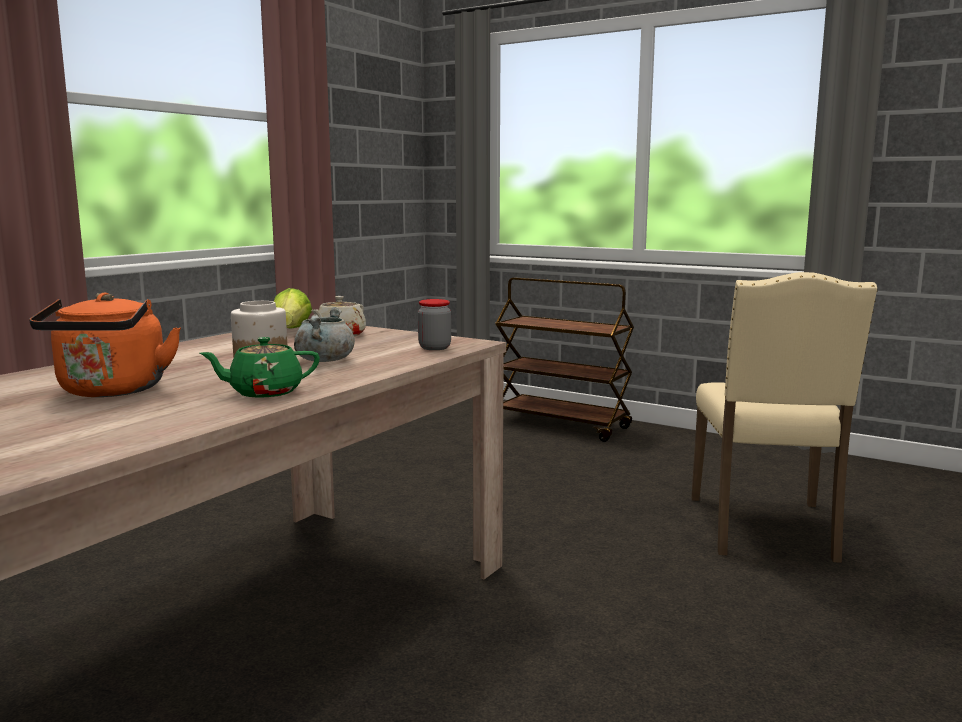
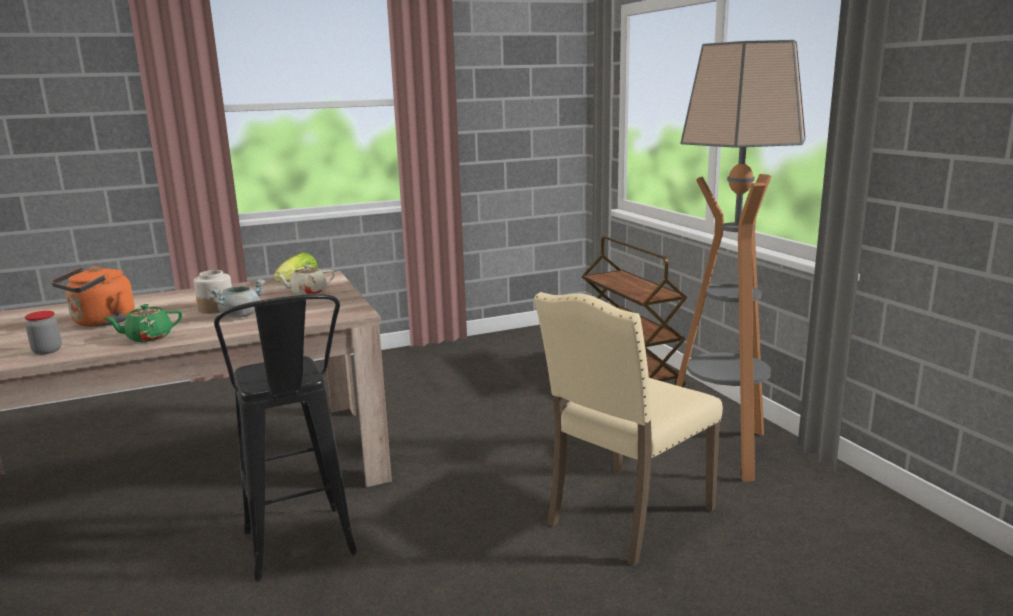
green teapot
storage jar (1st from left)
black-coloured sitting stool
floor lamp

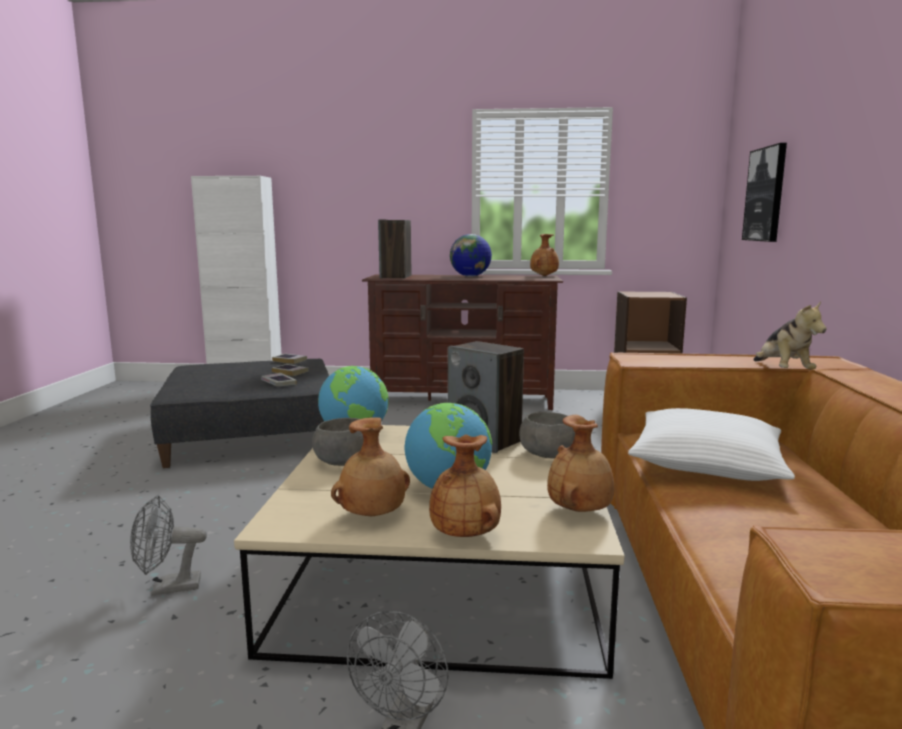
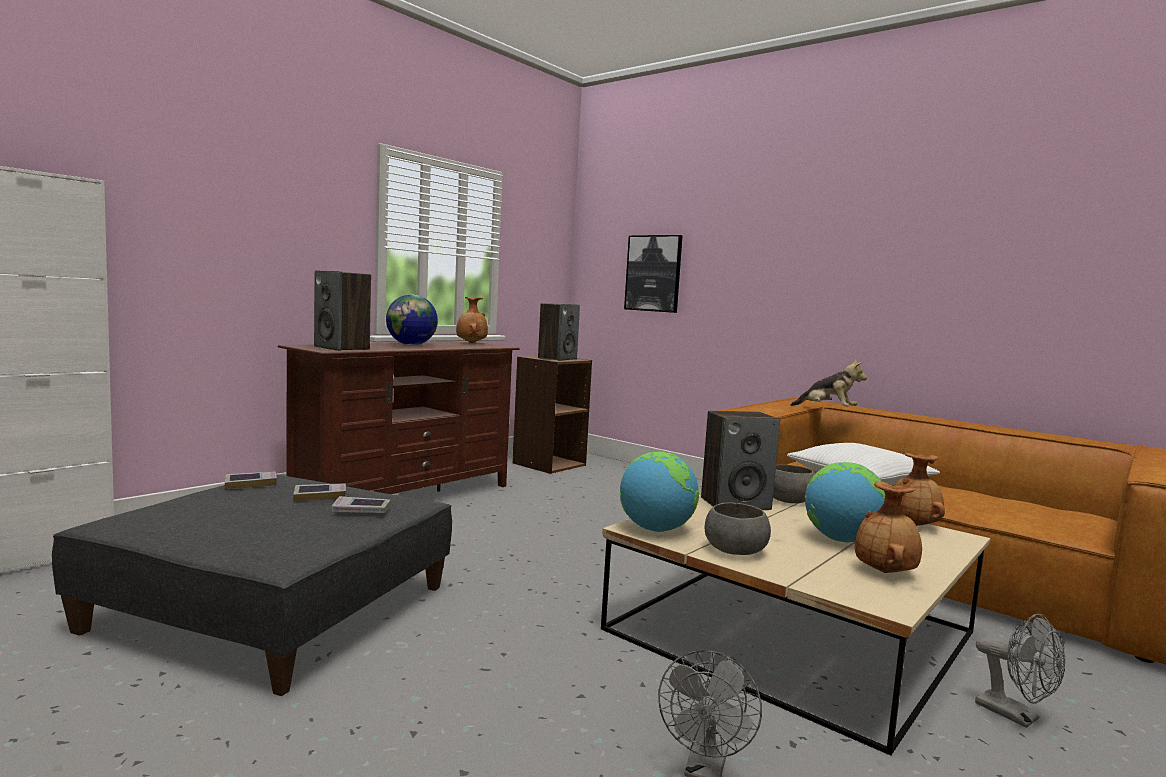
brownish decorative vase (2nd from left in the first image)
speaker (2nd from left)

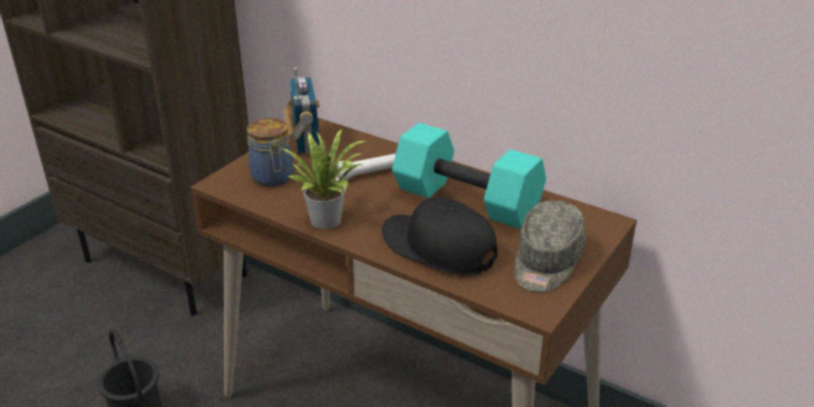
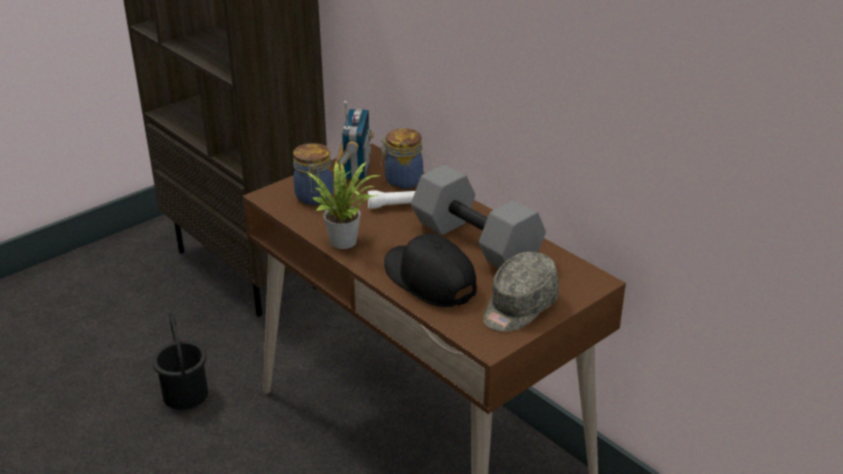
grey hand weight
storage jar (2nd from left)

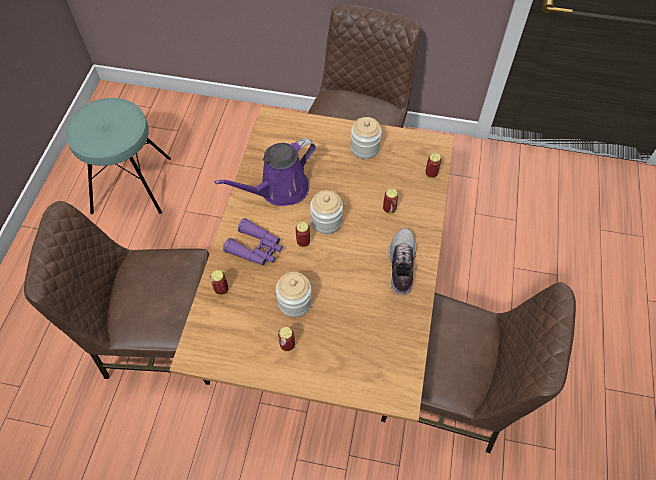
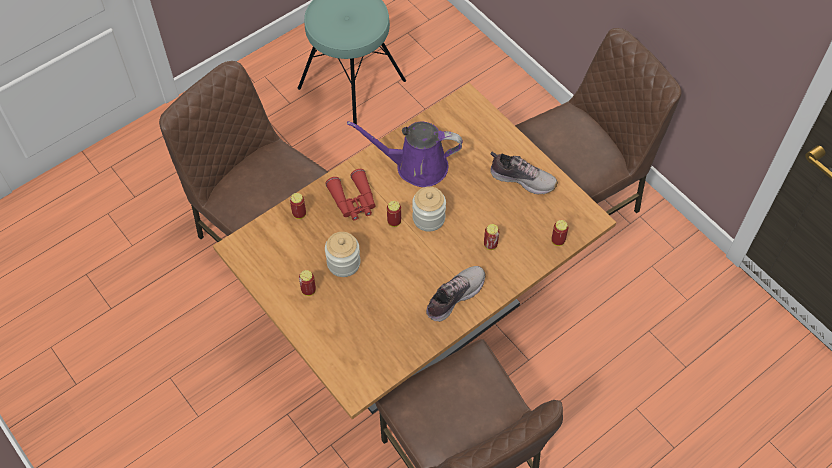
red-coloured binoculars
item of footwear (2nd from left)

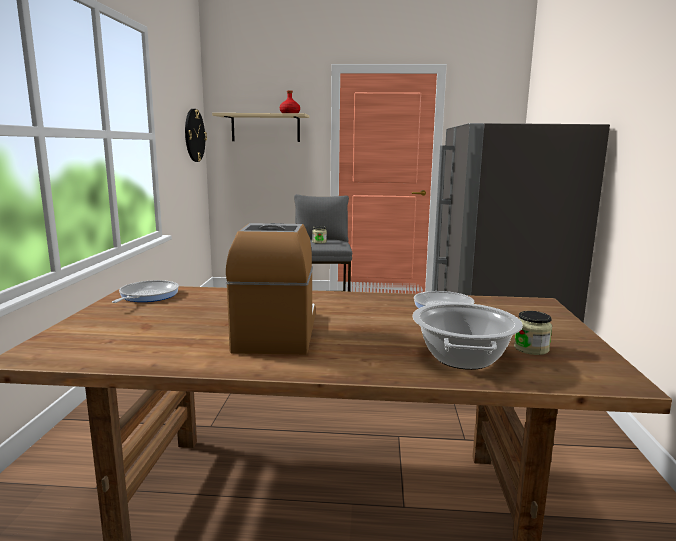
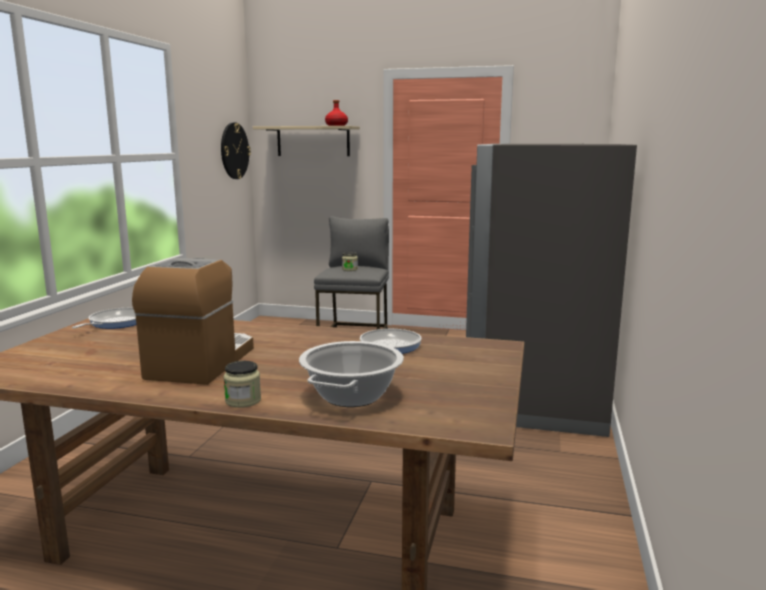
storage jar (1st from left)

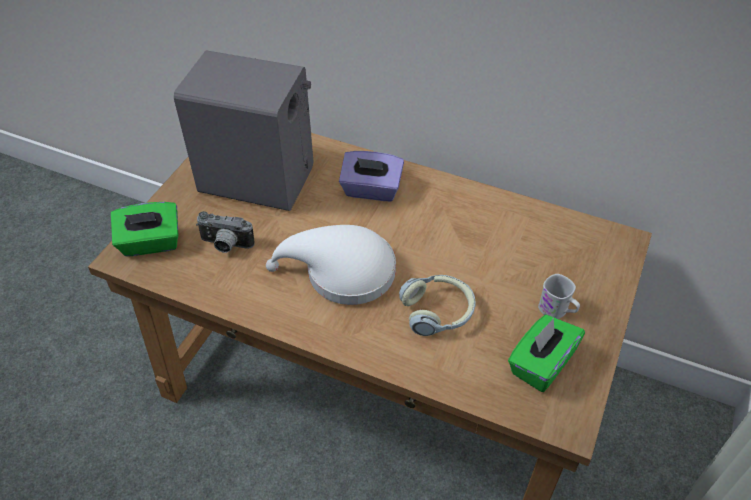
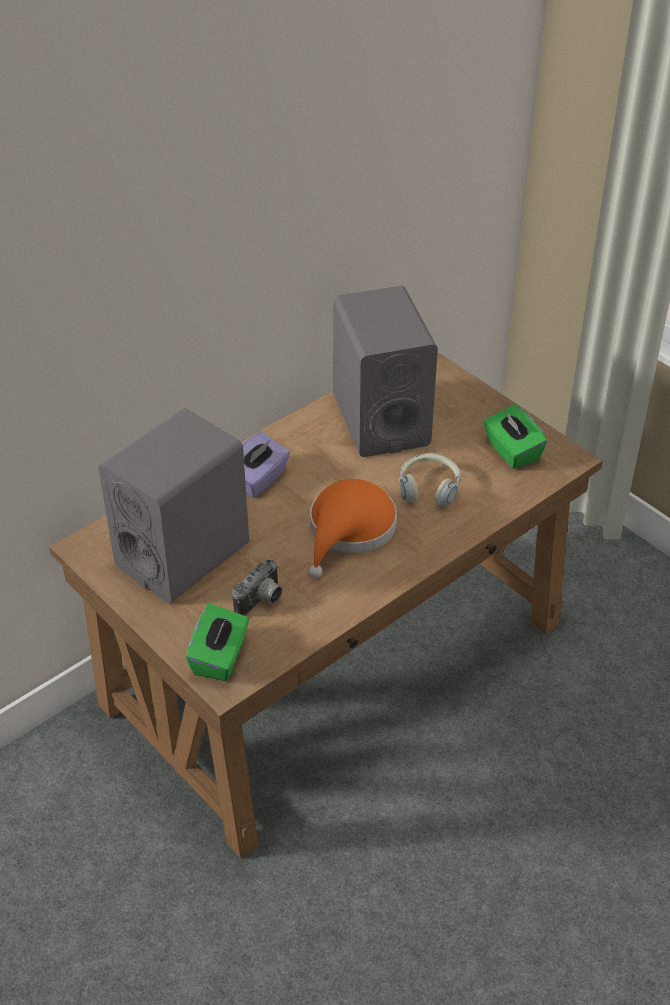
orangey hat
whitish coffee mug
grey speaker (2nd from left)

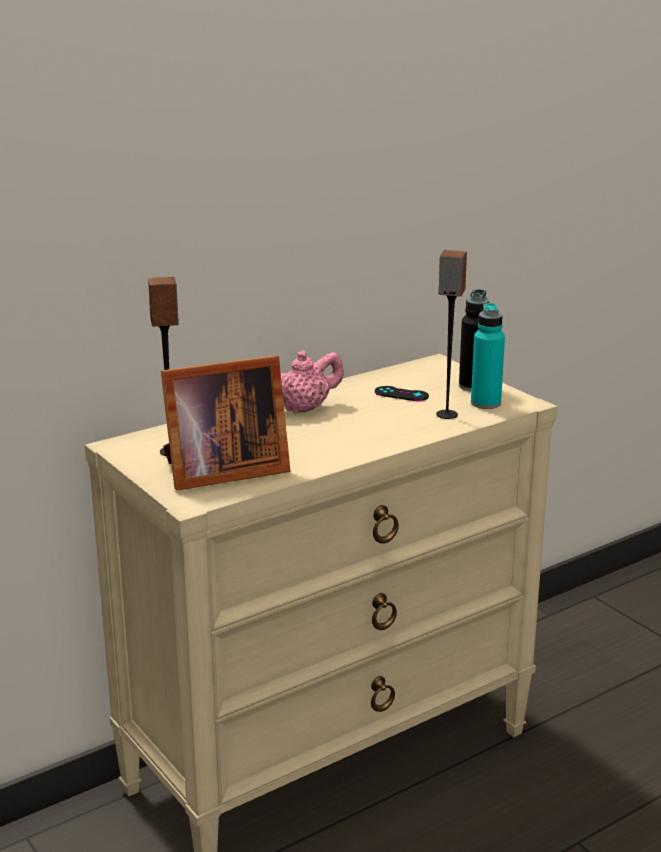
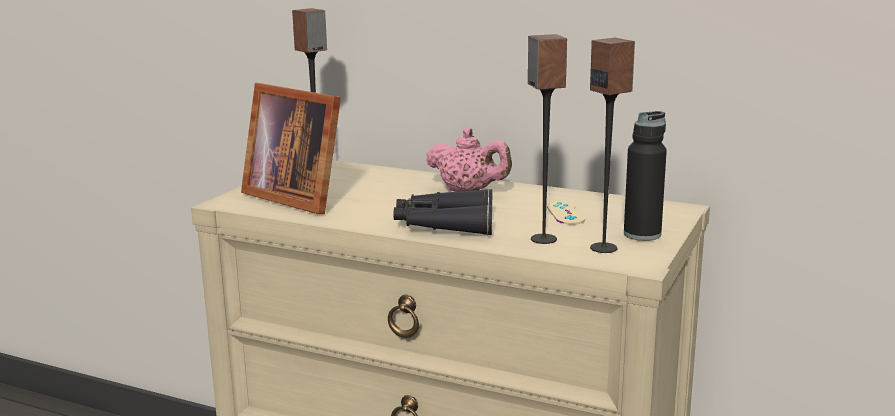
beige gamepad
speaker (3rd from left)
black-coloured binoculars

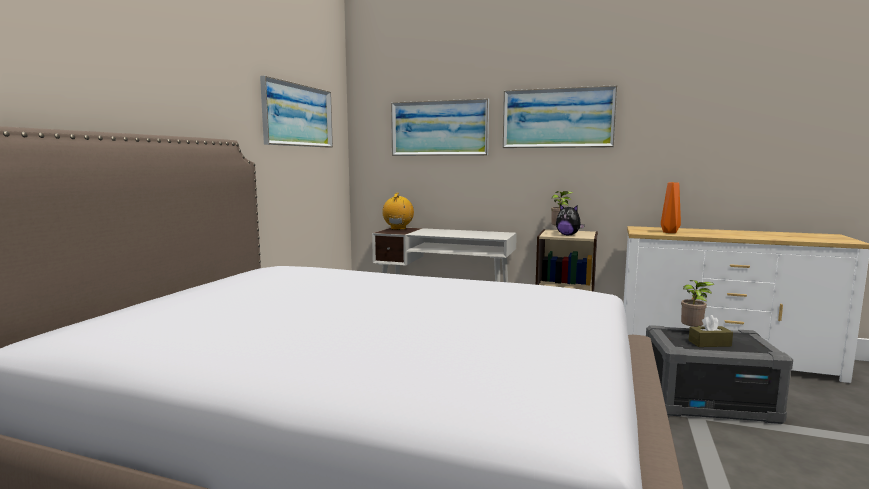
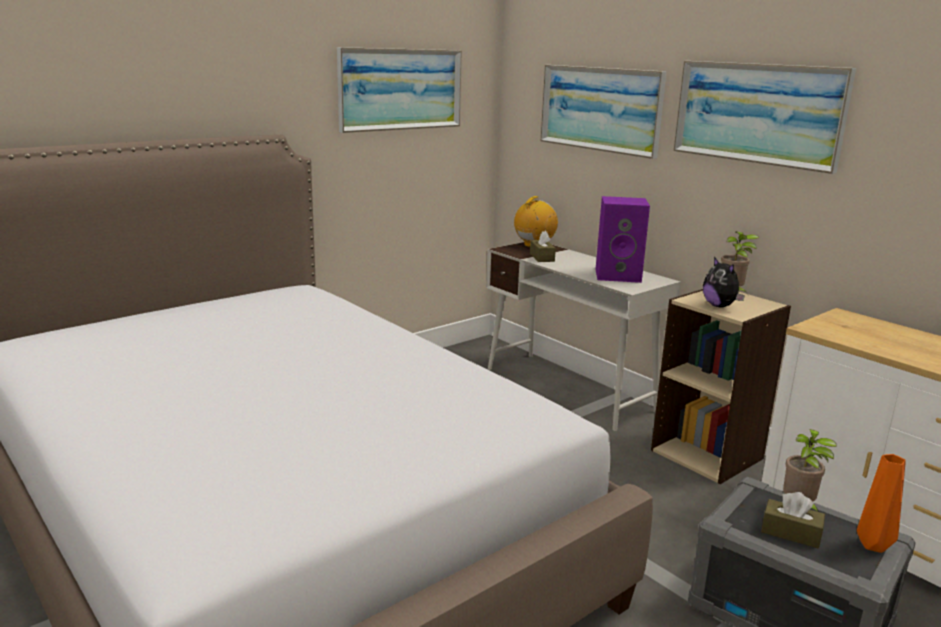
orangey decorative vase
brownish tissue holder (1st from left)
purplish speaker

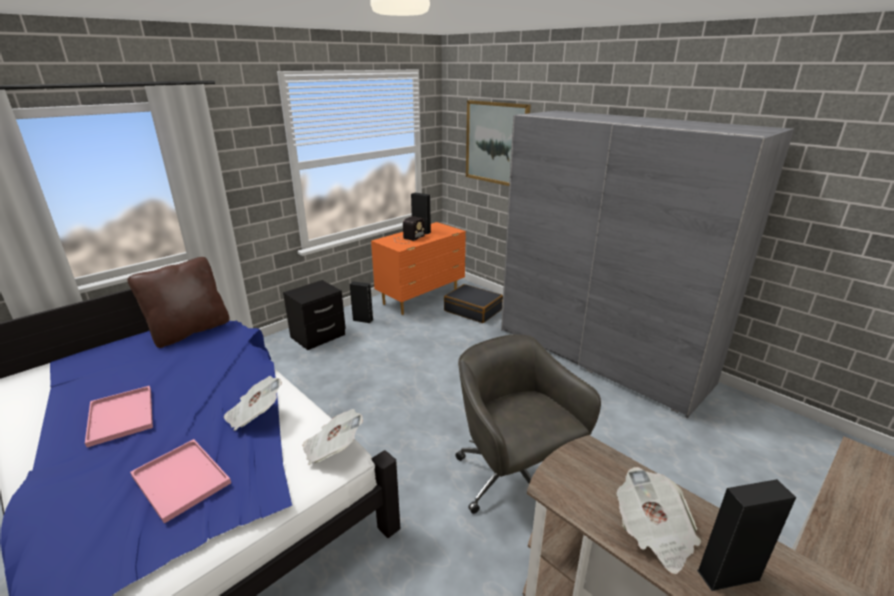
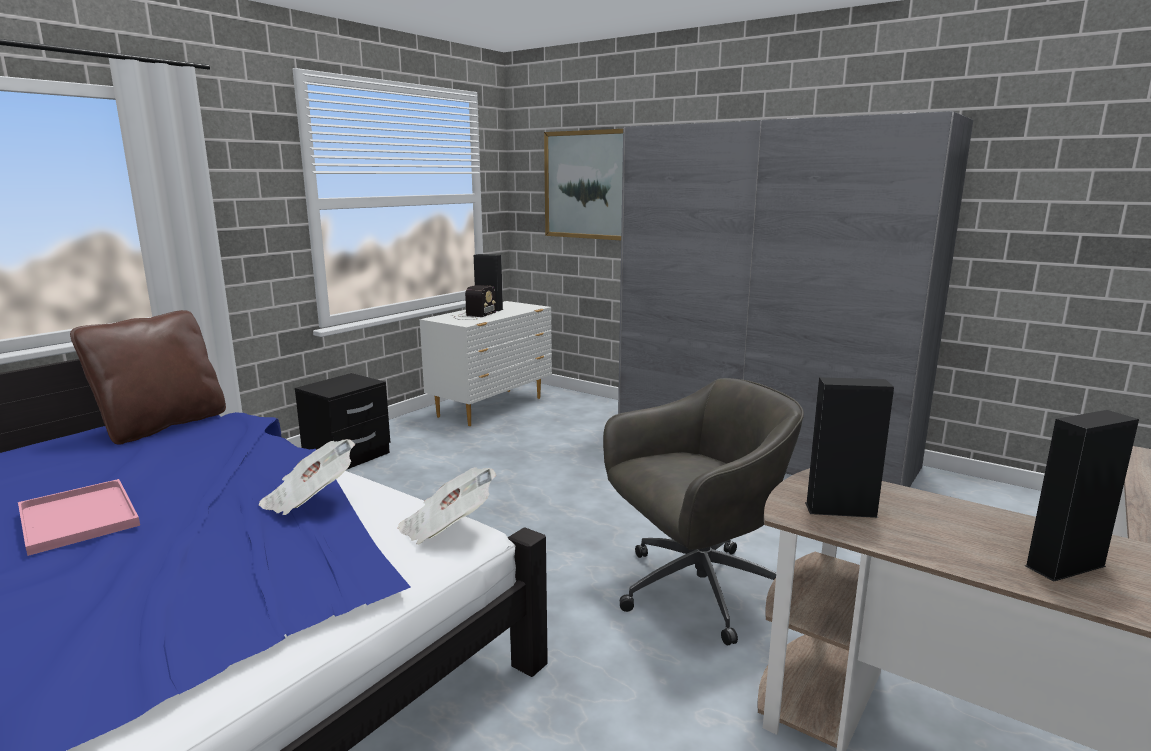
pink-coloured carrying tray (2nd from left in the first image)
black-coloured speaker (2nd from left)
whitish dresser
black-coloured travel case
grey office chair
newspaper (3rd from left in the first image)

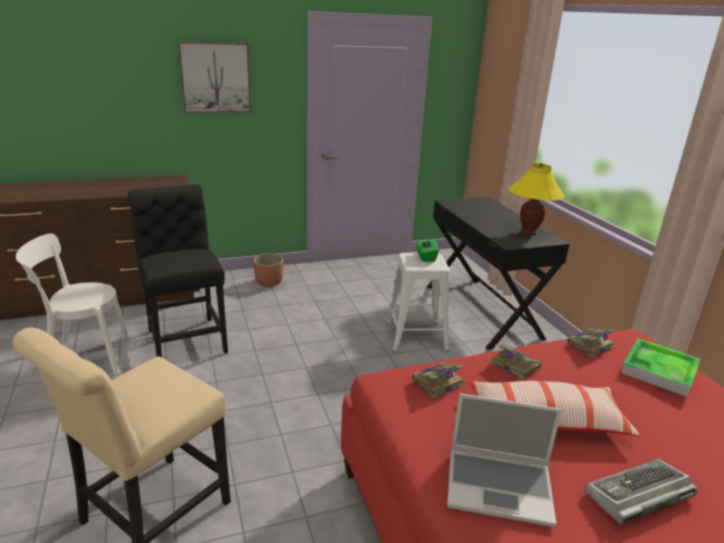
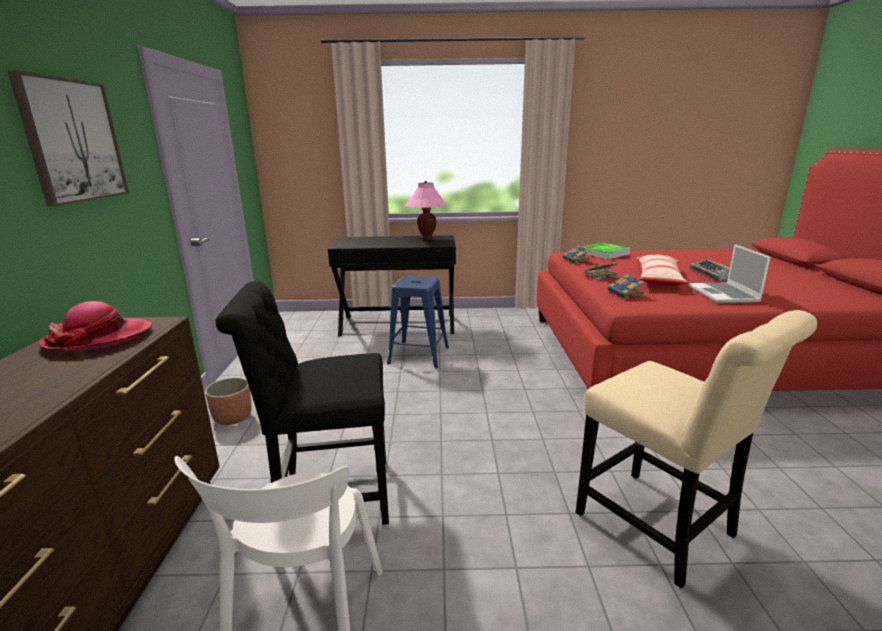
blue-coloured sitting stool
green tissue holder
notebook computer
pink-coloured tabletop lamp
hat

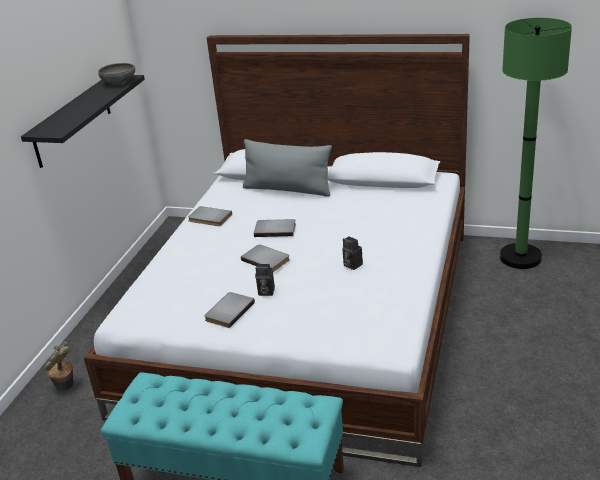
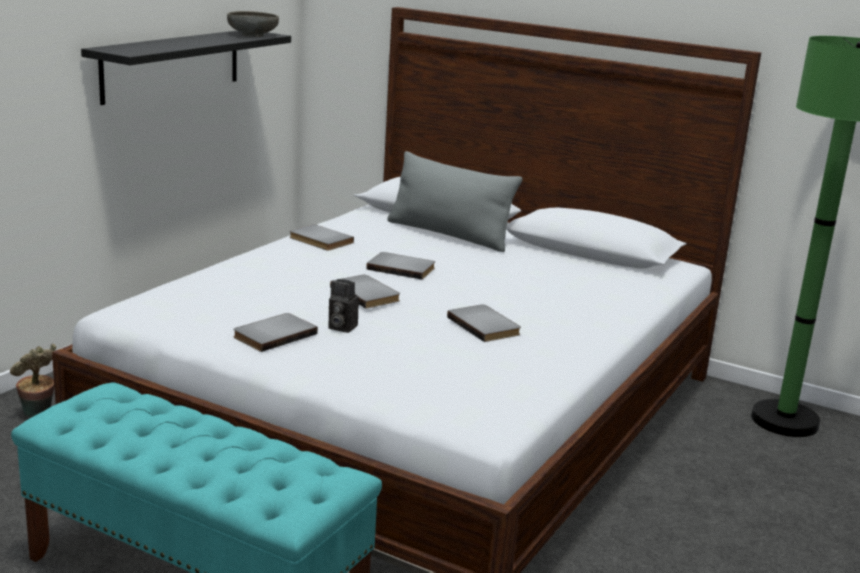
grey volume (5th from left)

